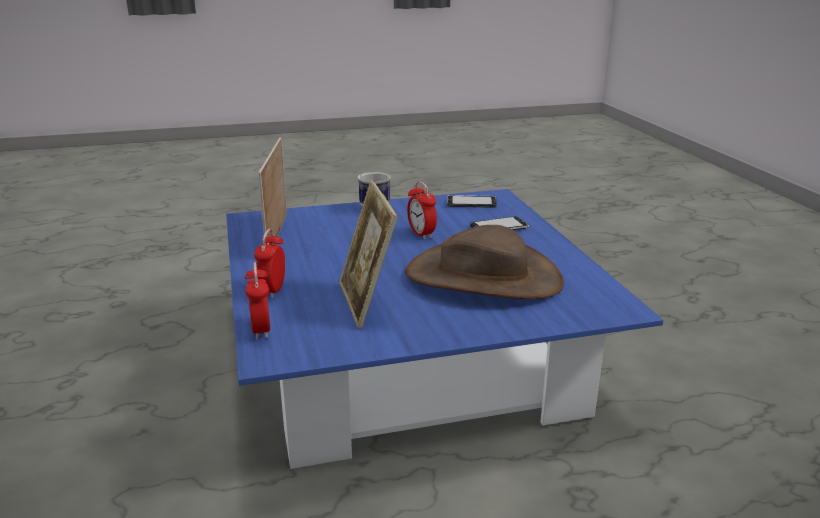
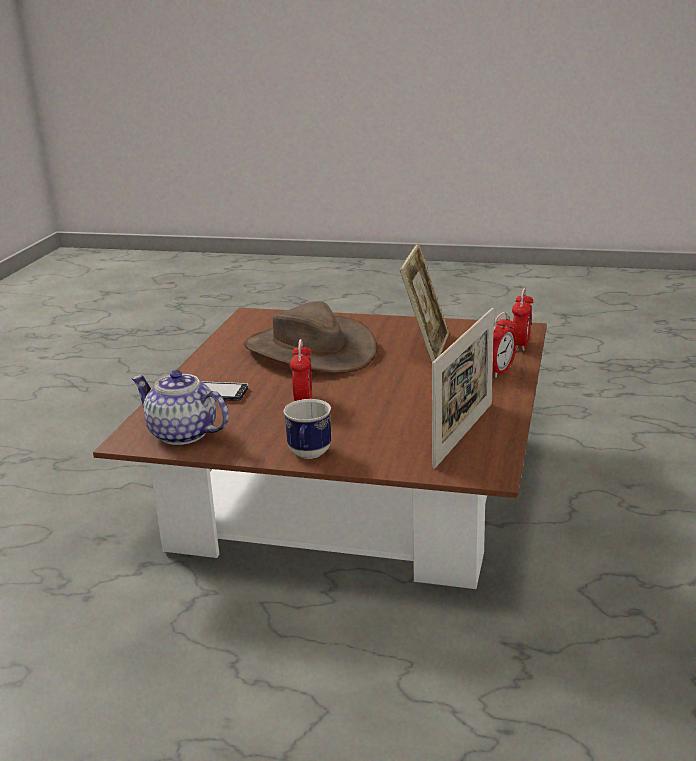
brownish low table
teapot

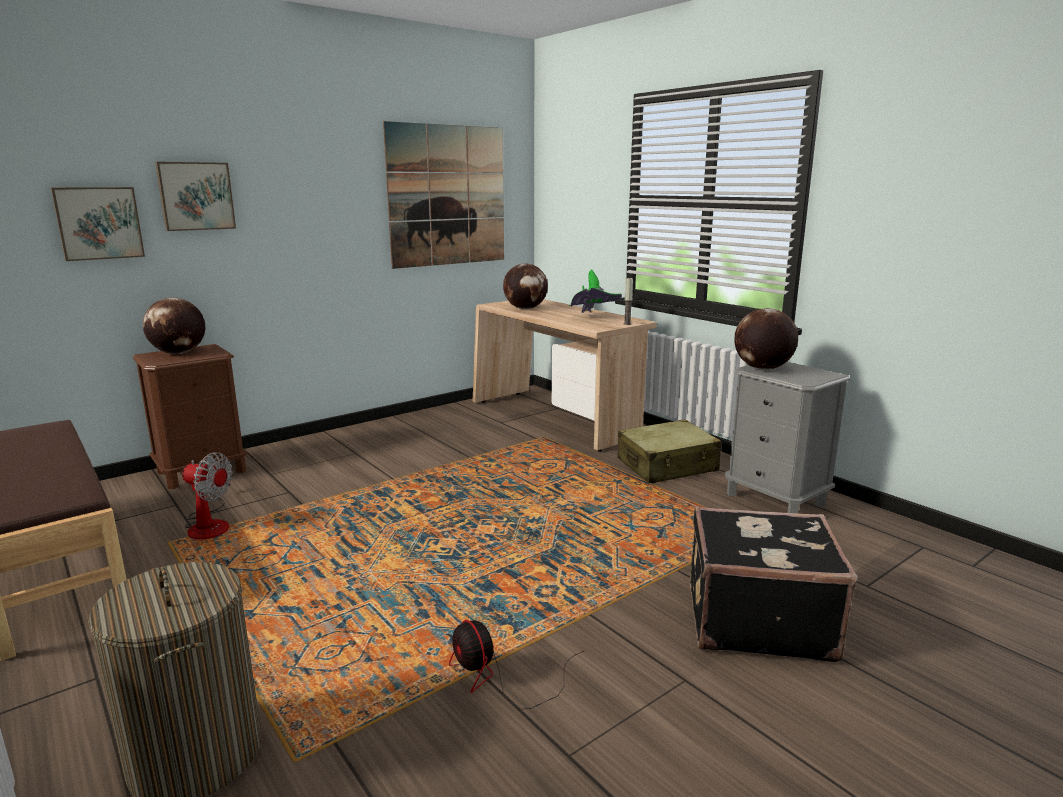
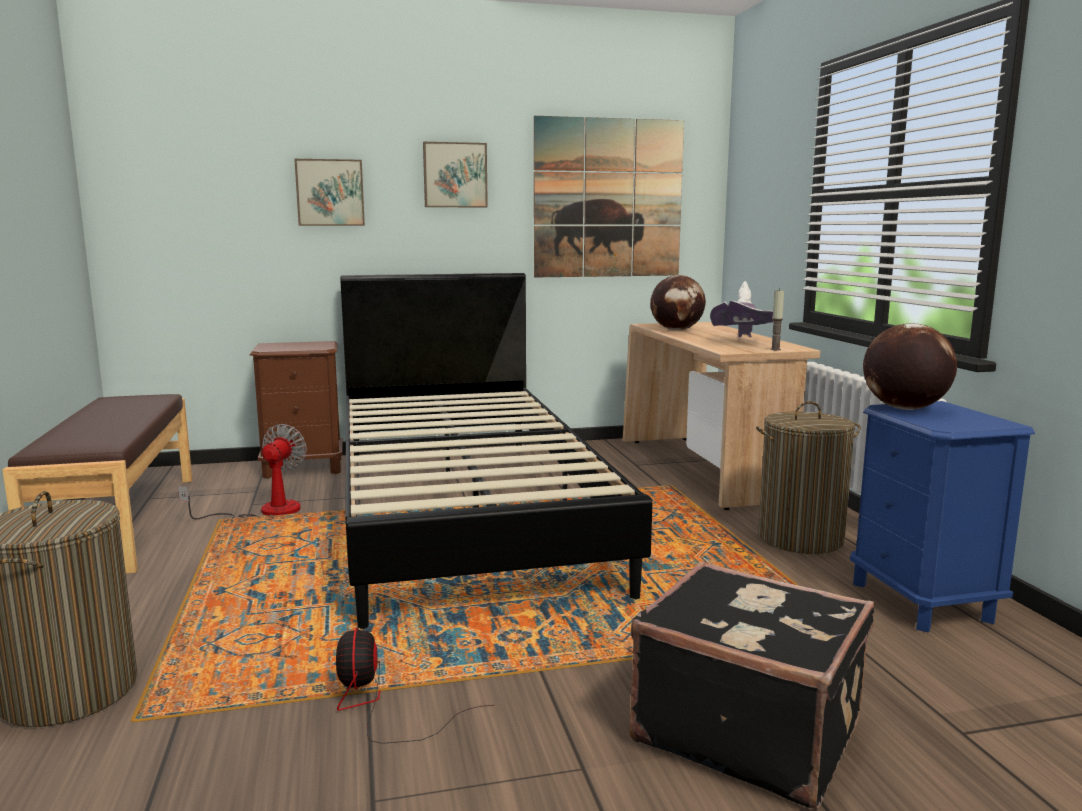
wall picture (2nd from left)
desk globe (1st from left in the first image)
electric fan (1st from left)
whitish hat
laundry basket (2nd from left)
blue-coloured nightstand
black-coloured sleeping bed

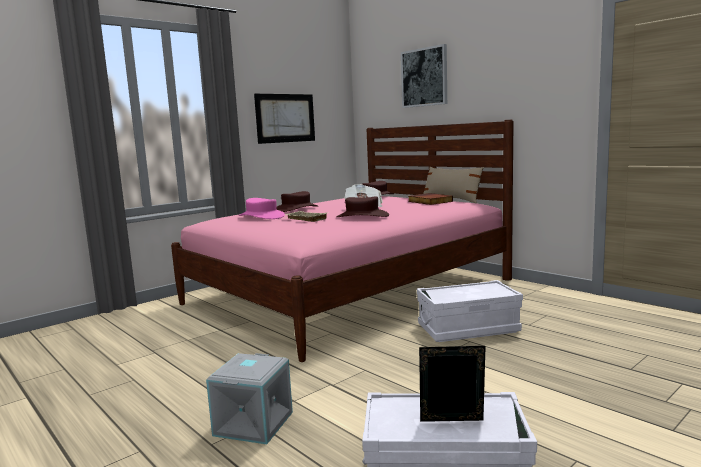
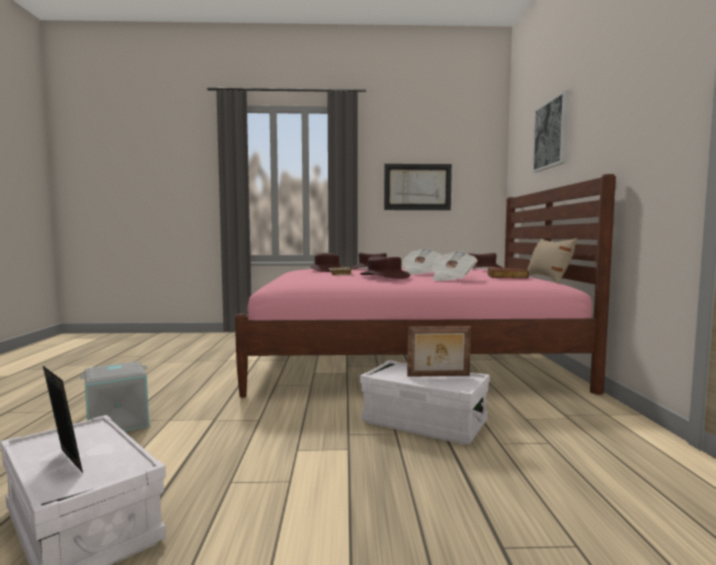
brownish hat (1st from left)
photo frame (2nd from left)
newspaper (2nd from left)

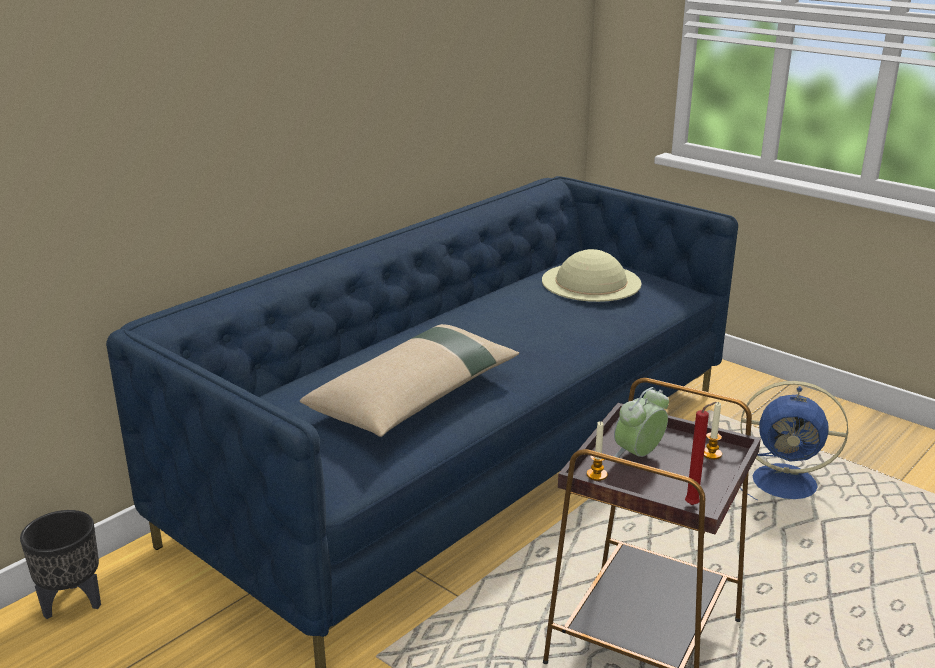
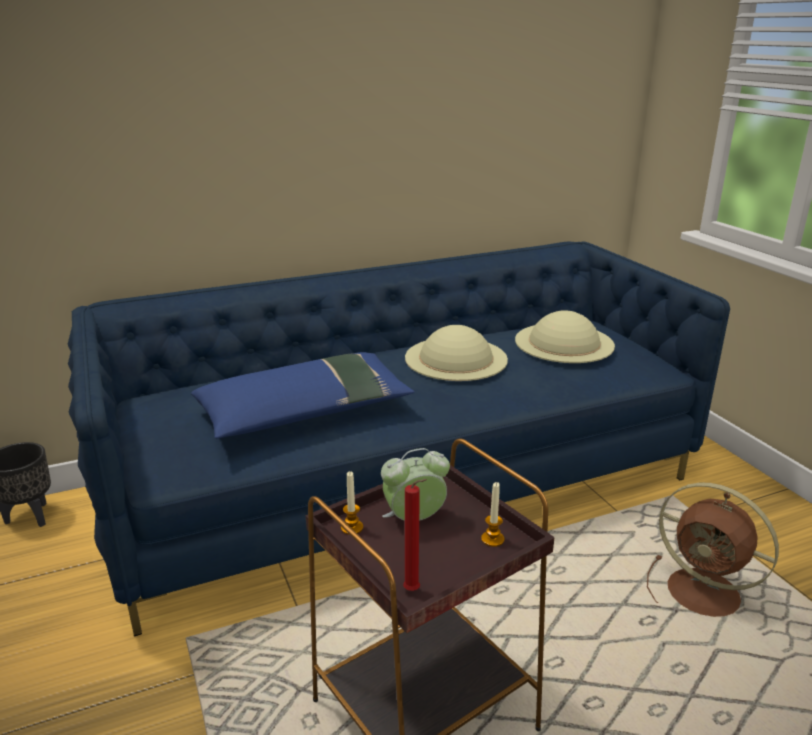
blue-coloured pillow
brownish electric fan
beige hat (1st from left)

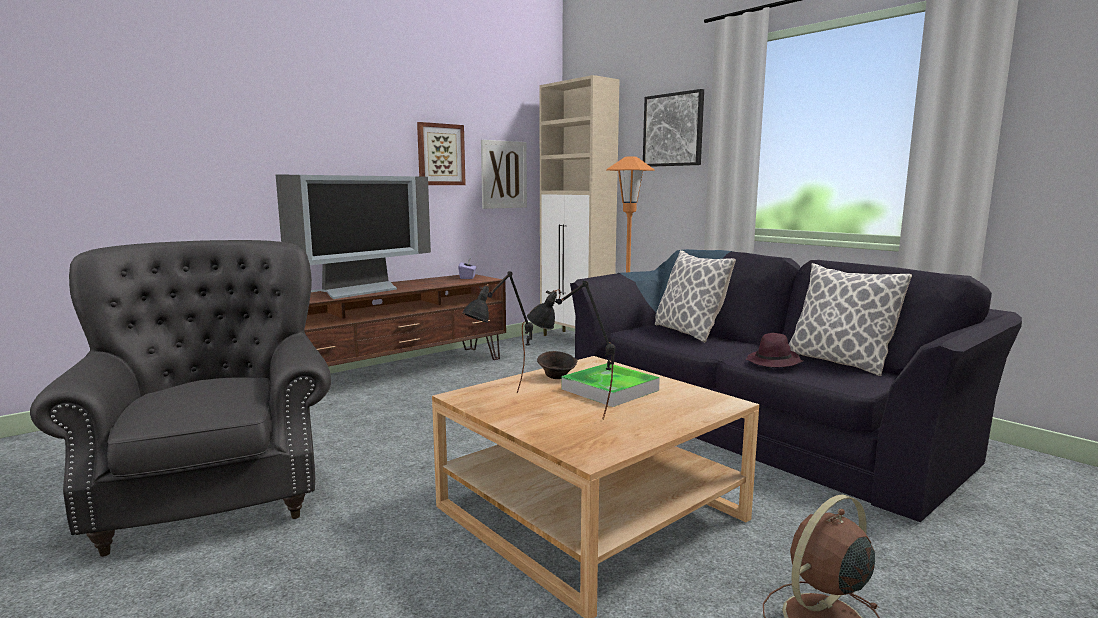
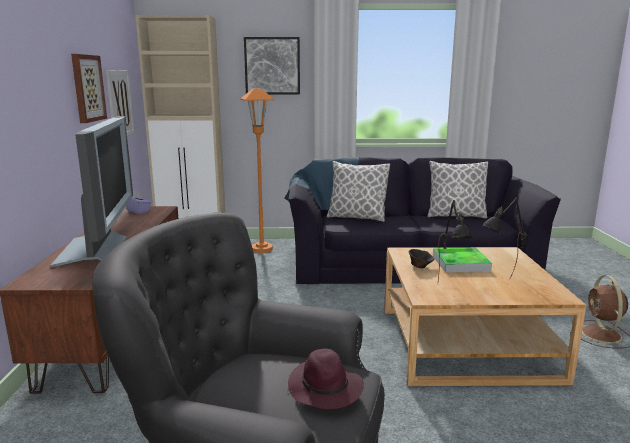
purplish hat

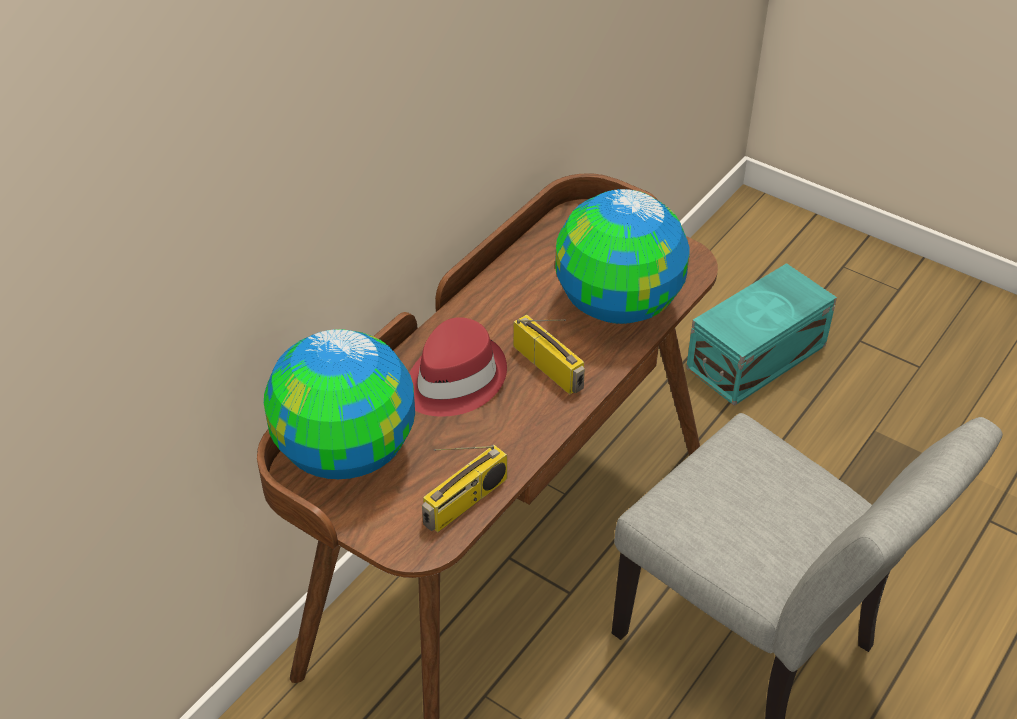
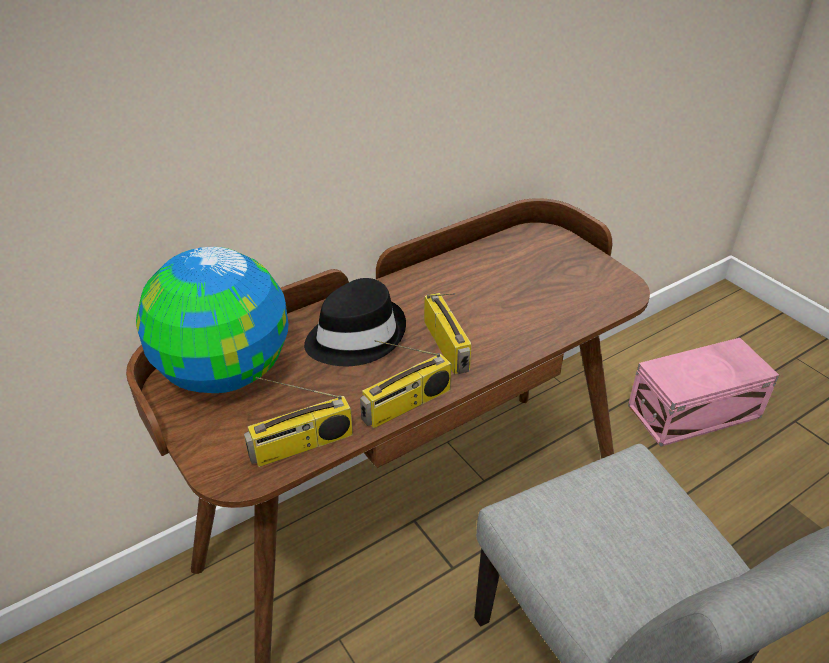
black-coloured hat
desk globe (2nd from left in the first image)
pink-coloured storage container
radio set (2nd from left)

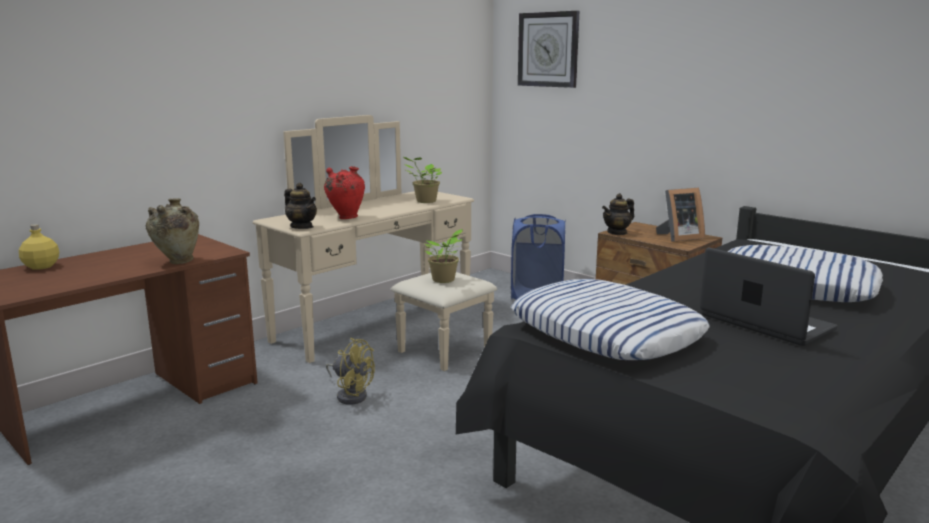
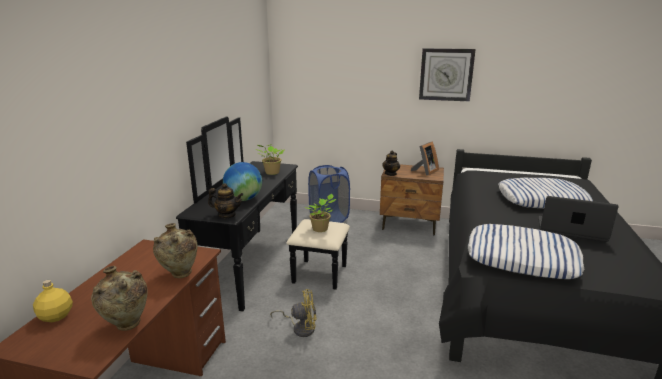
black-coloured dresser
desk globe
hanging clock
beige decorative vase (1st from left)

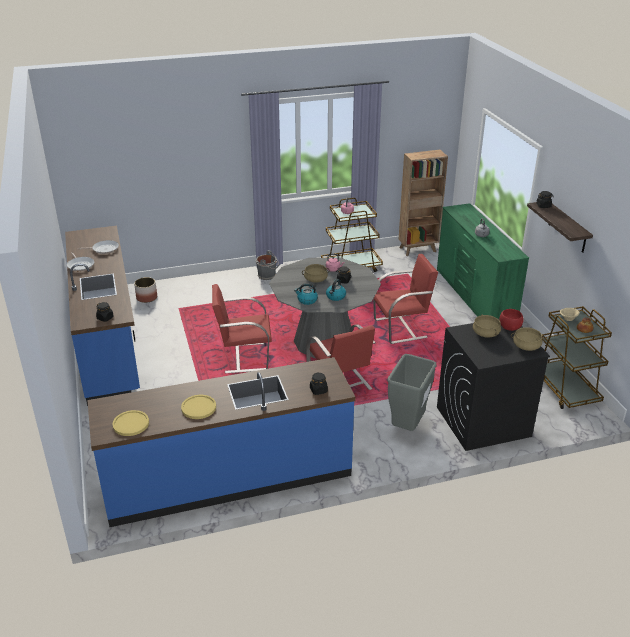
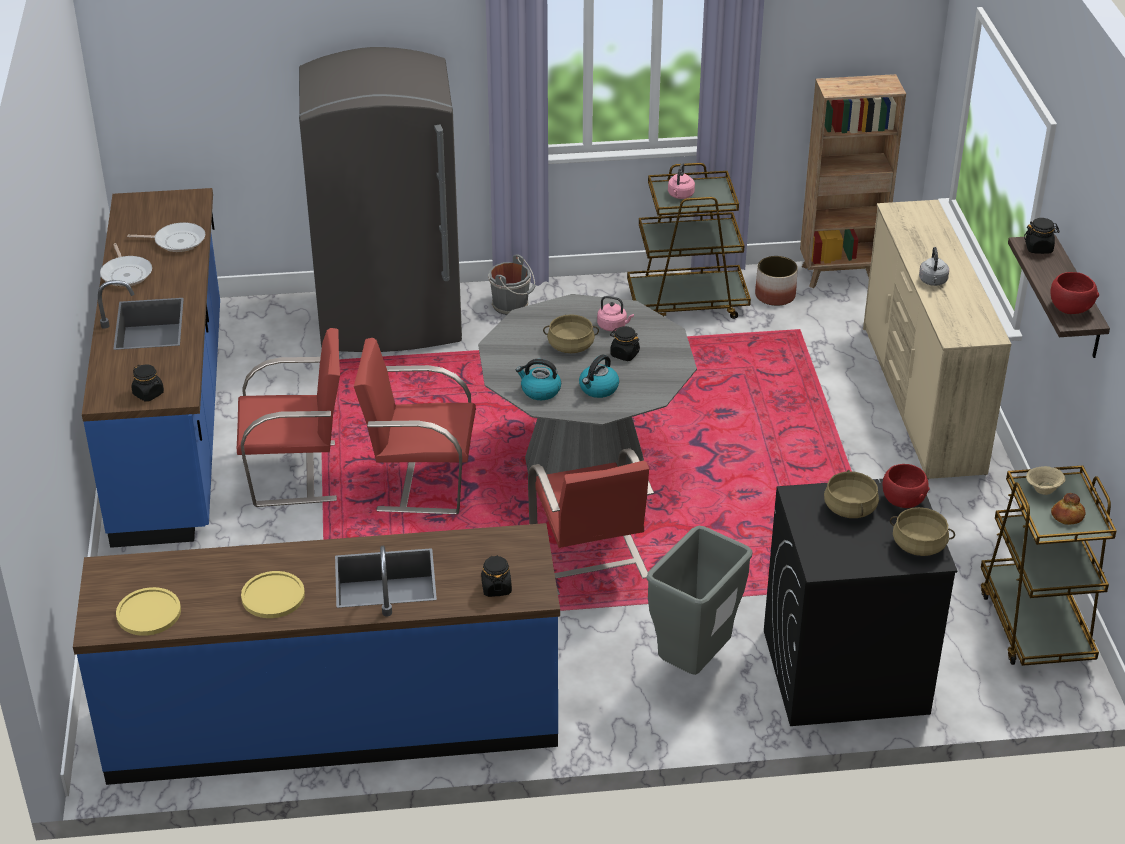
plant pot
red-coloured chair (1st from left)
beige dresser
grey refrigerator
red-coloured bowl (2nd from left)

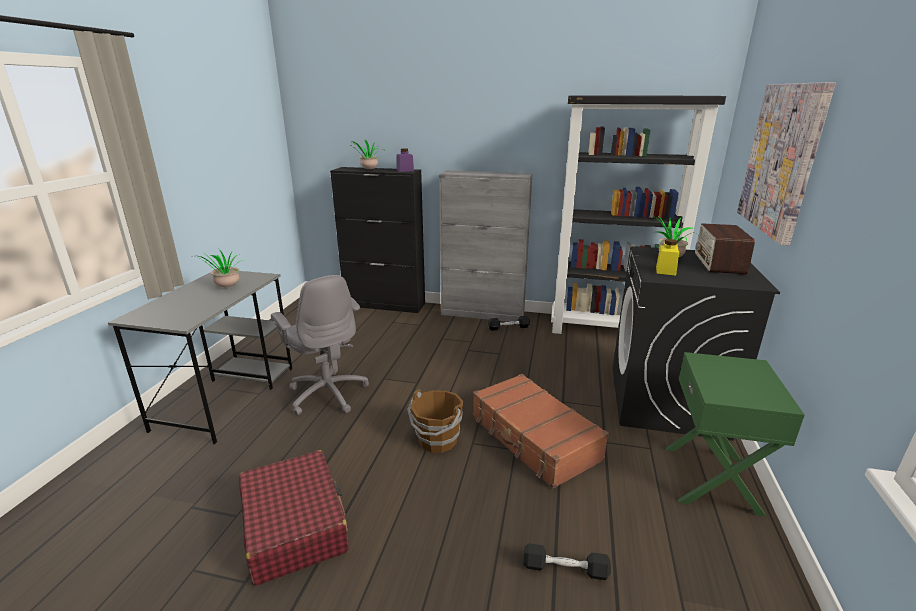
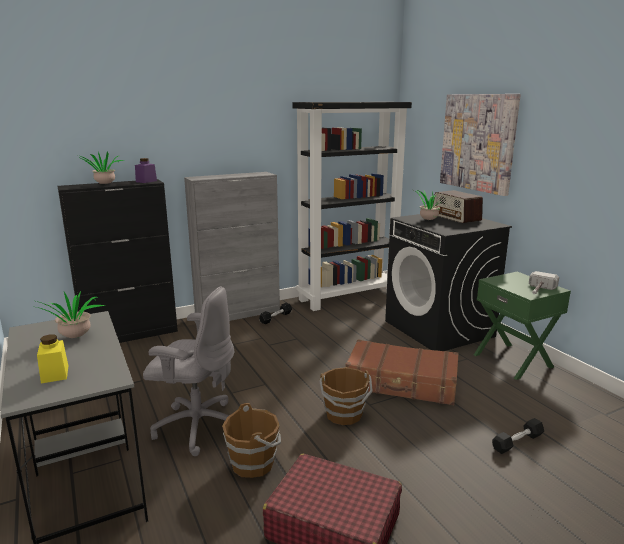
yellow-coloured storage jar
brownish pail (1st from left)
tool hammer

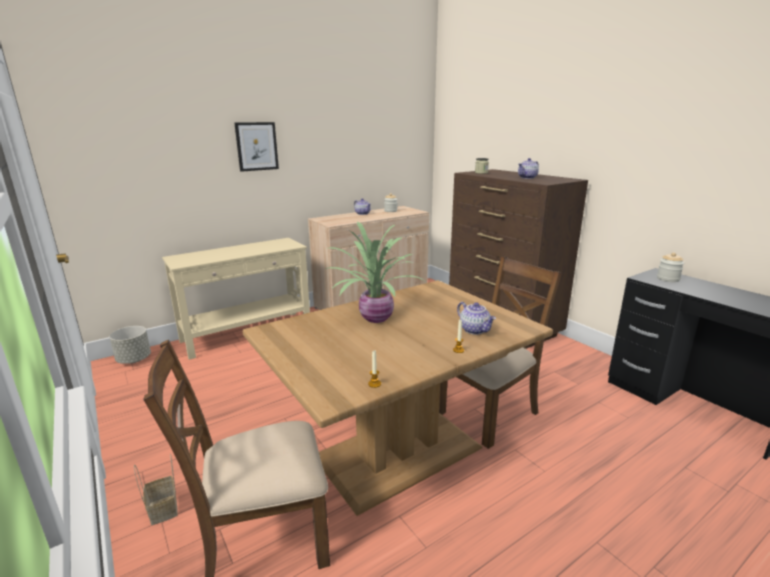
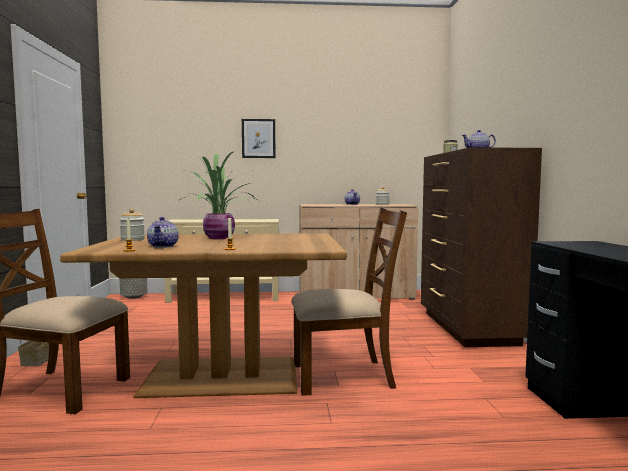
teapot (1st from left)
storage jar (1st from left)

